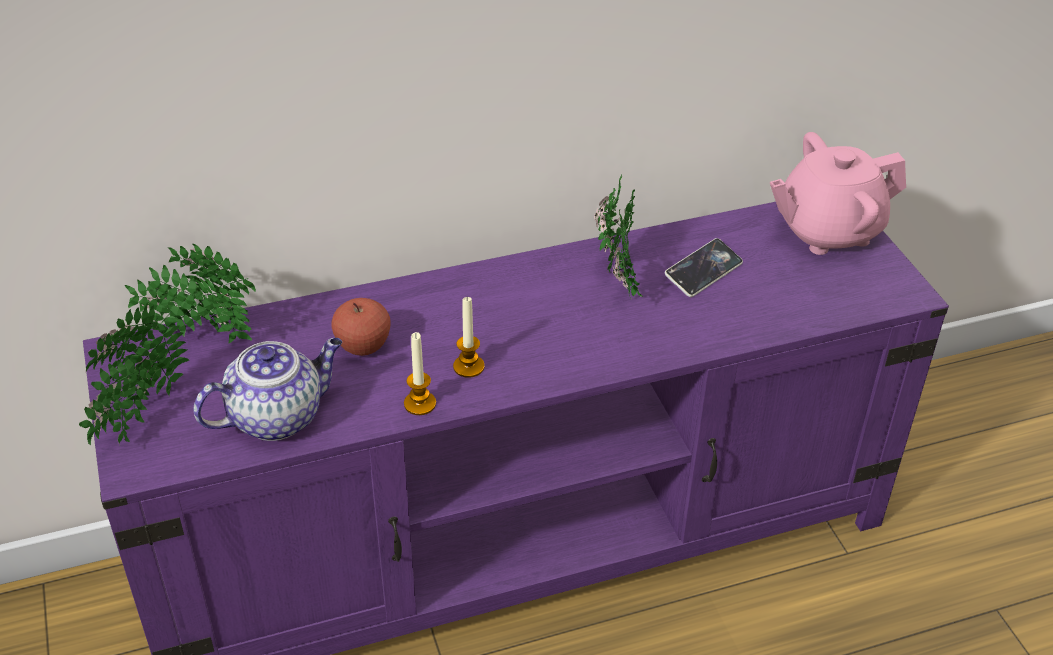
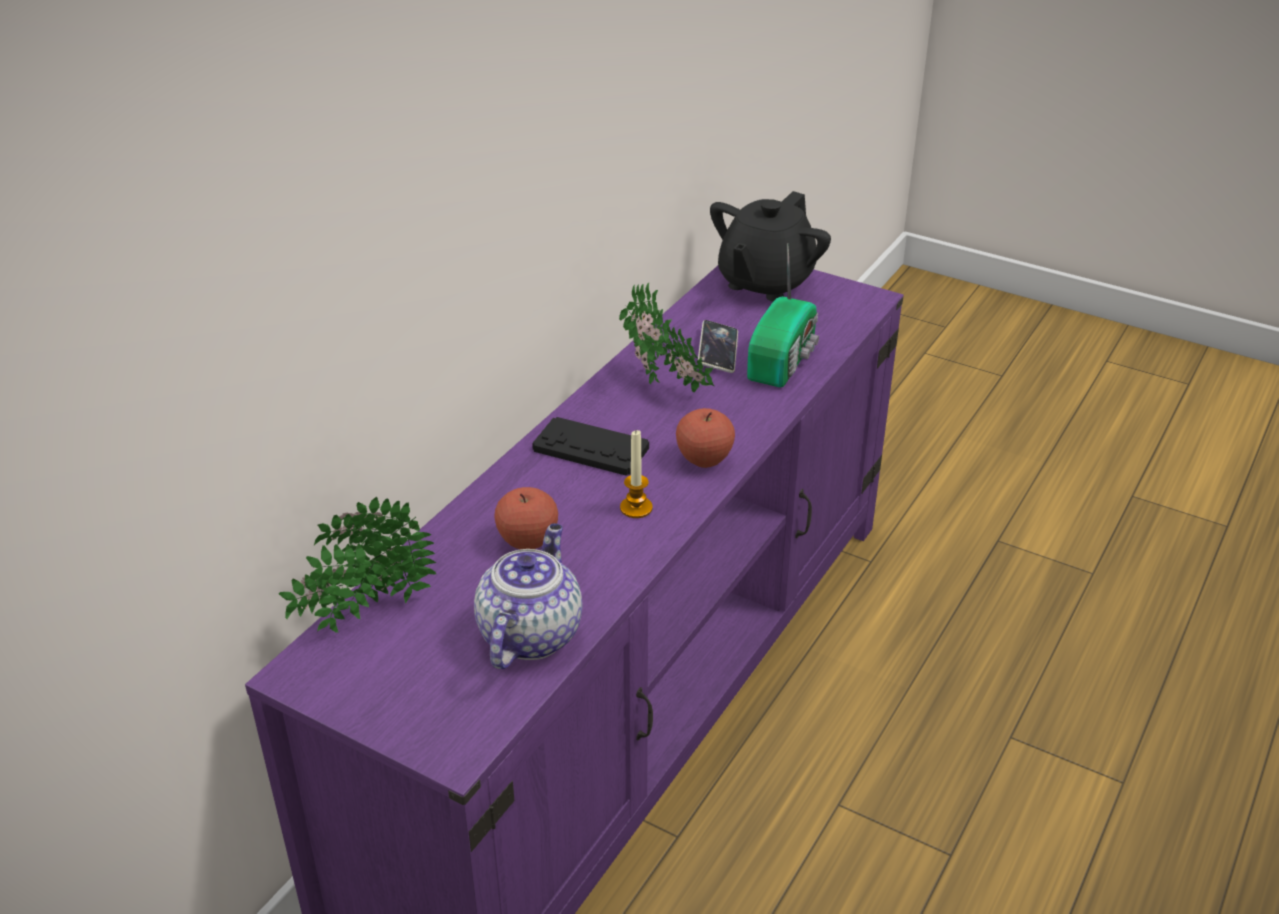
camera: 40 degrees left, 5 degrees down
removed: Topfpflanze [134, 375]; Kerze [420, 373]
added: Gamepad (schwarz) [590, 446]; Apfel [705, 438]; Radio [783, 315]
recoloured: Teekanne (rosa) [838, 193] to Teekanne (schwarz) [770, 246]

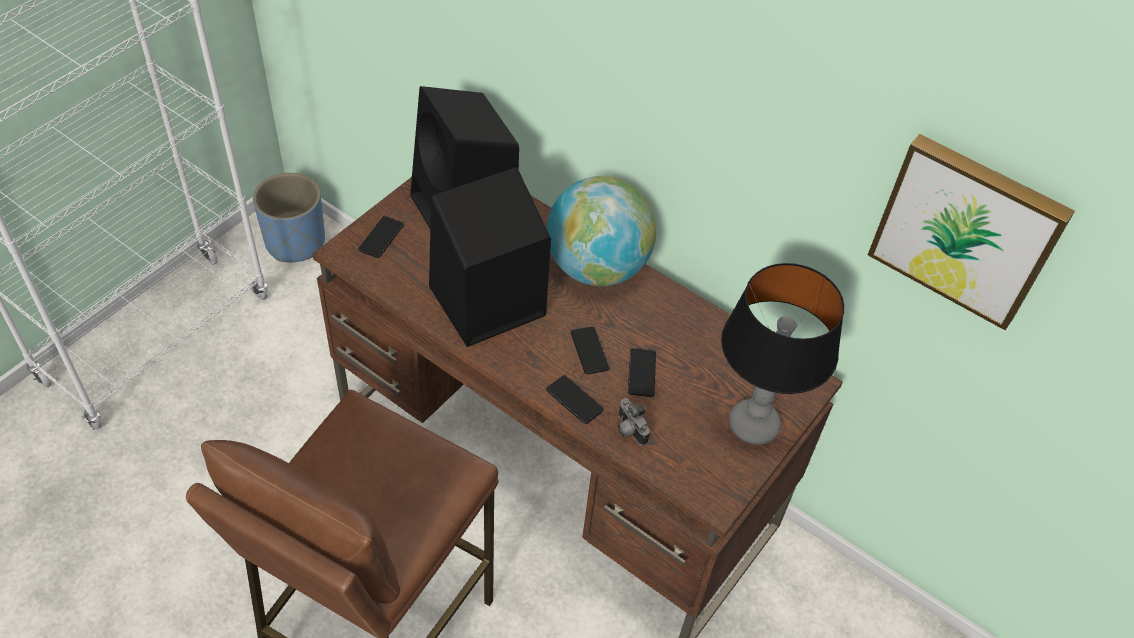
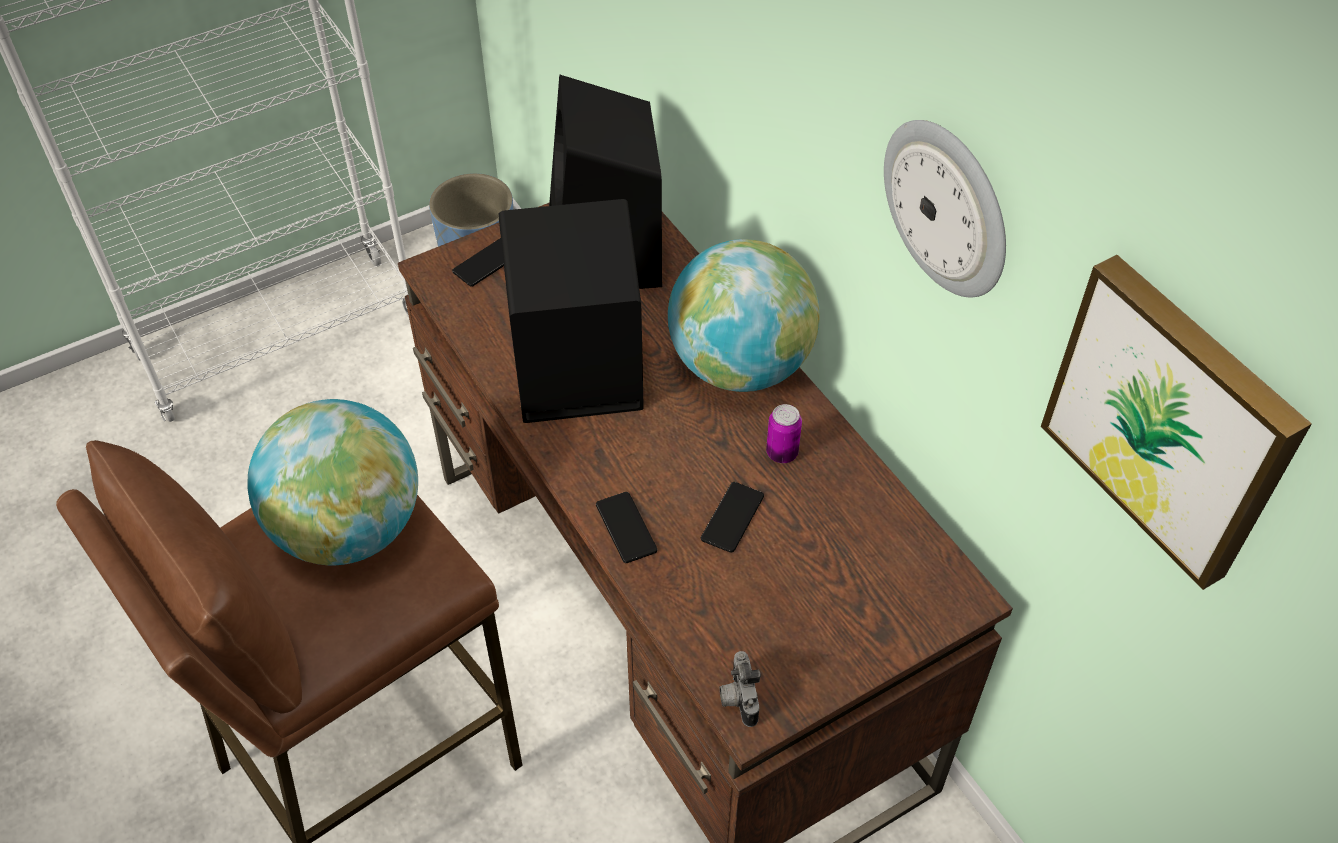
camera: 25 degrees right, 0 degrees up
removed: Handy [590, 350]; Tischlampe [782, 354]
added: Globus [333, 482]; Dose [784, 433]; Wanduhr [945, 208]
moved: Kamera [633, 421] to [740, 689]

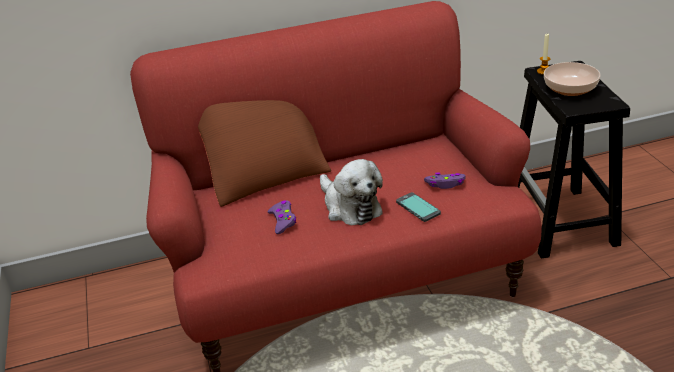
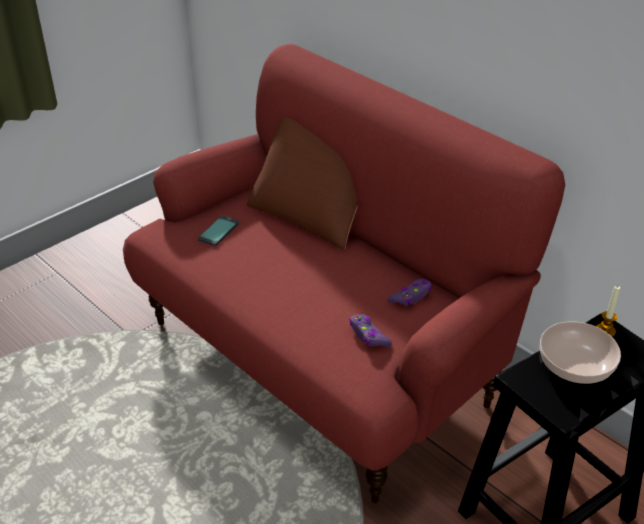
camera: 60 degrees right, 5 degrees up
removed: Plüschtier [351, 192]
moved: Gamepad (lila) [282, 217] to [410, 292]; Handy [418, 207] to [218, 230]

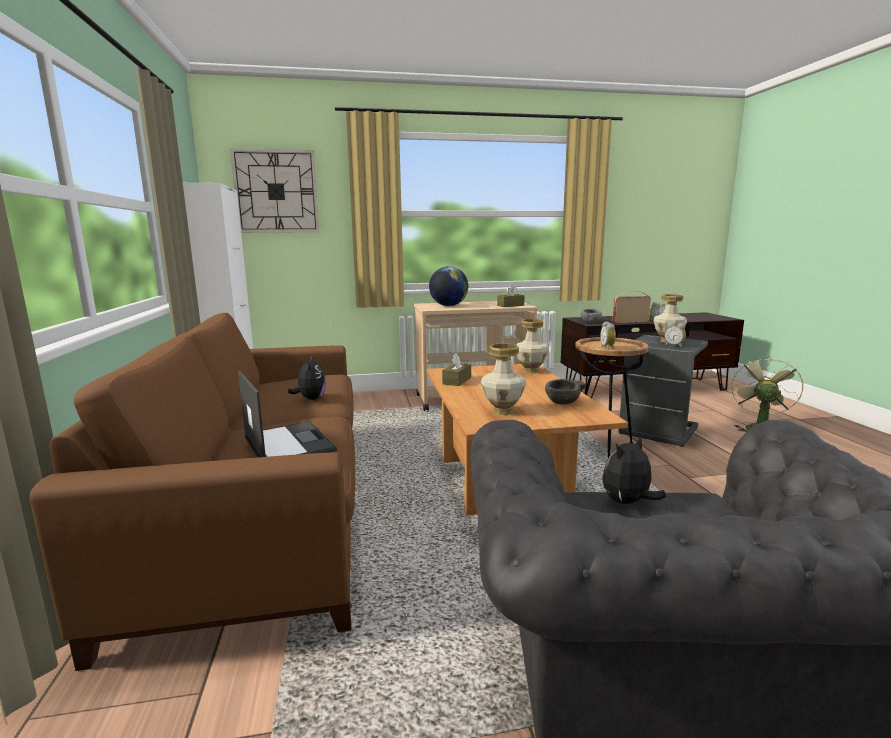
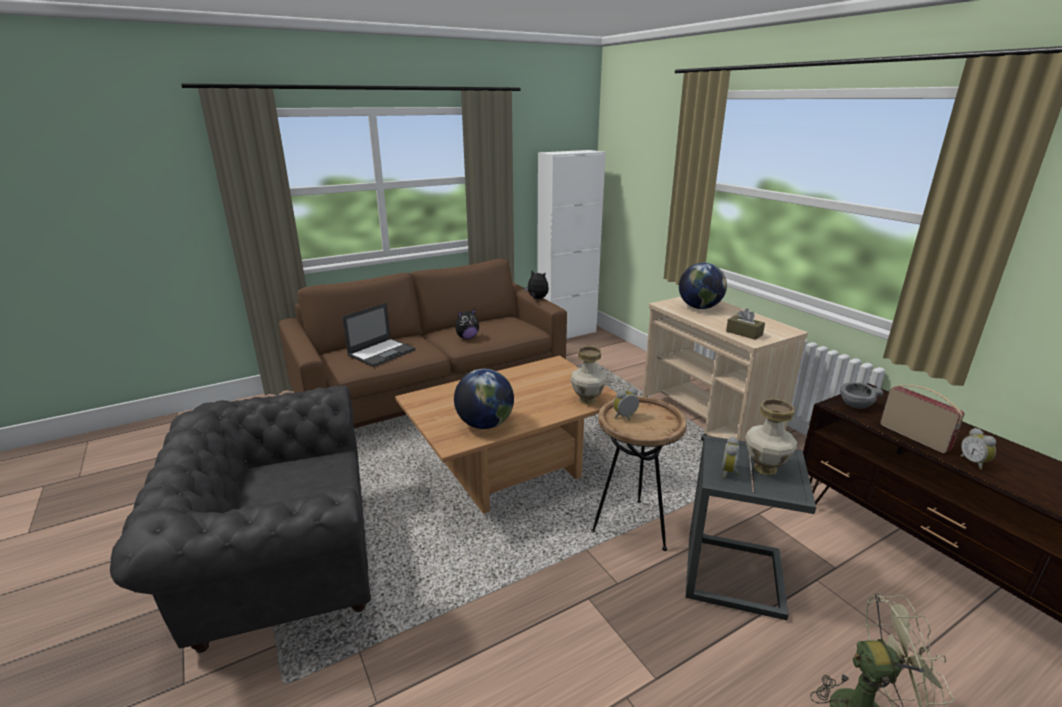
camera: 70 degrees right, 10 degrees up
removed: Wanduhr [274, 190]; Taschentuchbox (braun) [456, 369]; Vase [503, 379]
moved: Plüschtier [634, 469] to [536, 285]
replaced: Schüssel (grau) [565, 392] to Globus [484, 399]

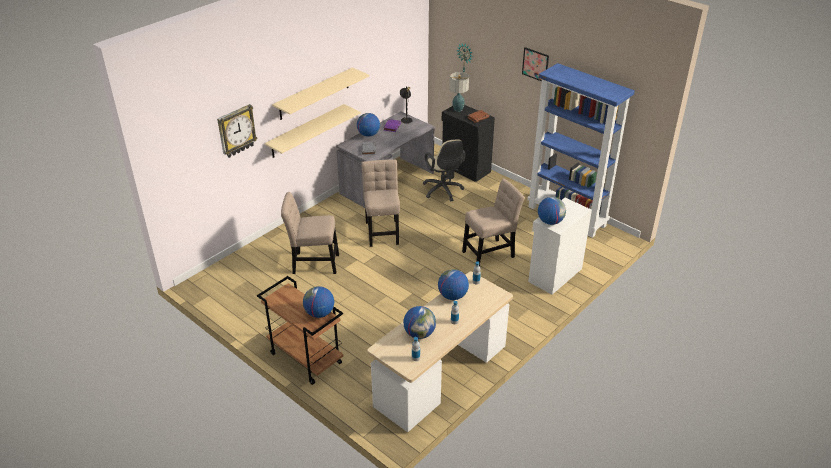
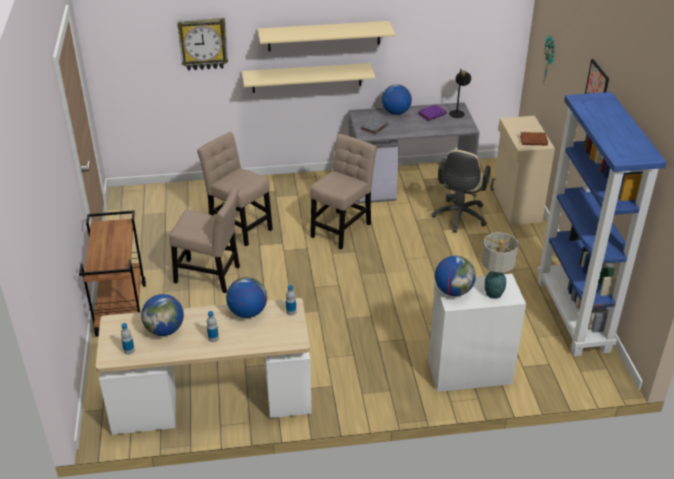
camera: 40 degrees right, 0 degrees up
removed: Globus [318, 302]
moved: Tischlampe [459, 92] to [499, 265]; Stuhl (beige) [493, 222] to [204, 240]
recoloured: Schrank (schwarz) [468, 143] to Schrank (beige) [522, 170]

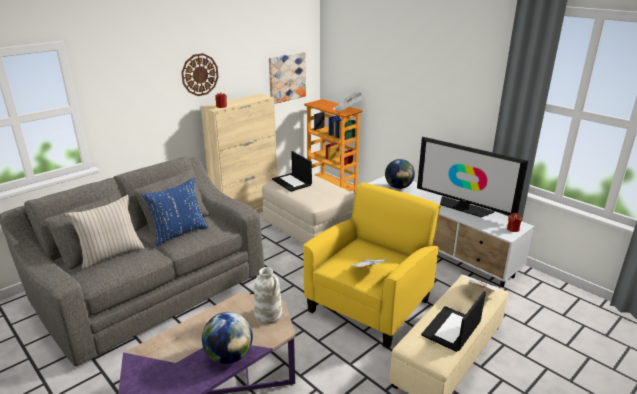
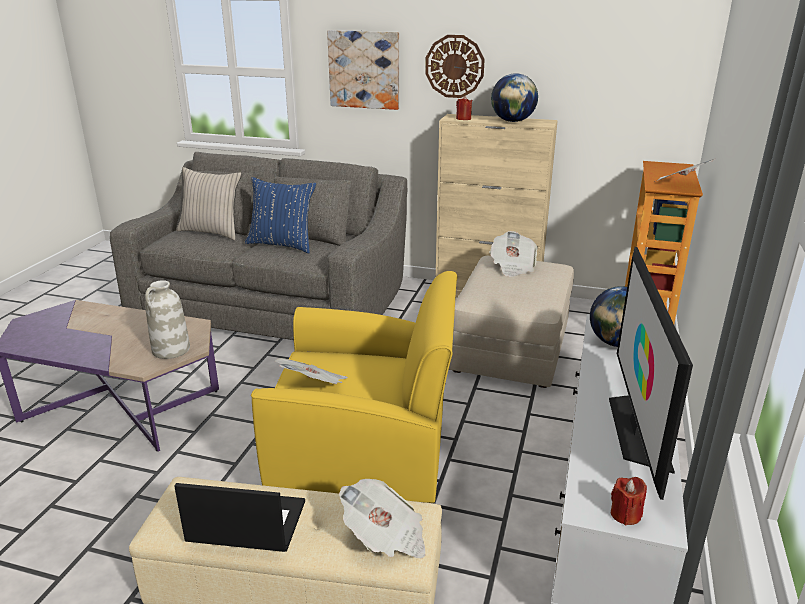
camera: 60 degrees right, 0 degrees up
moved: Globus [227, 338] to [514, 97]; Bild [287, 78] to [363, 70]
replaced: Laptop [292, 171] to Zeitung [513, 254]

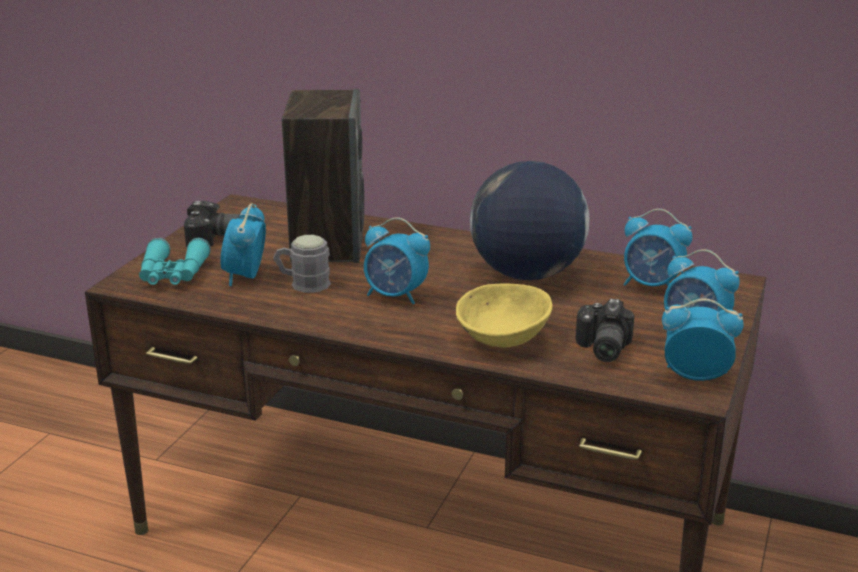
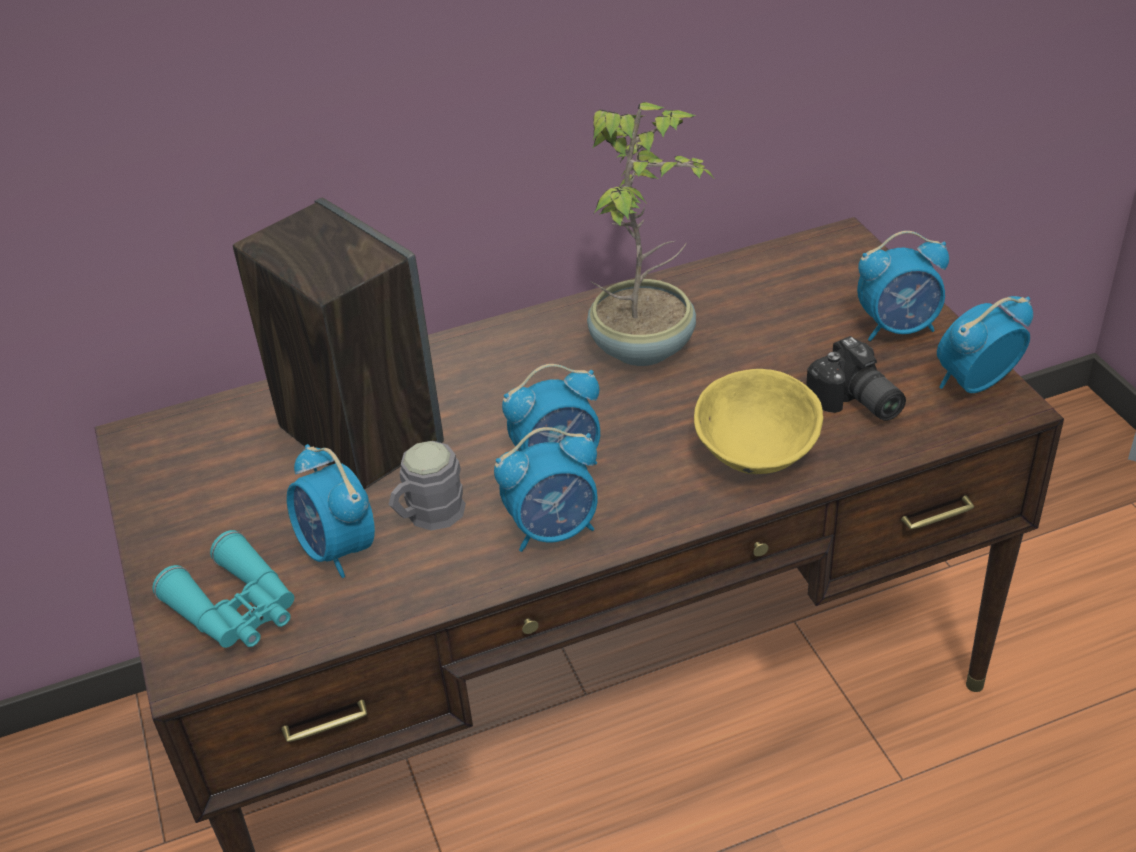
camera: 40 degrees left, 15 degrees up
removed: Kamera [212, 224]
moved: Wecker [657, 247] to [545, 489]
replaced: Globus [529, 220] to Topfpflanze [650, 234]

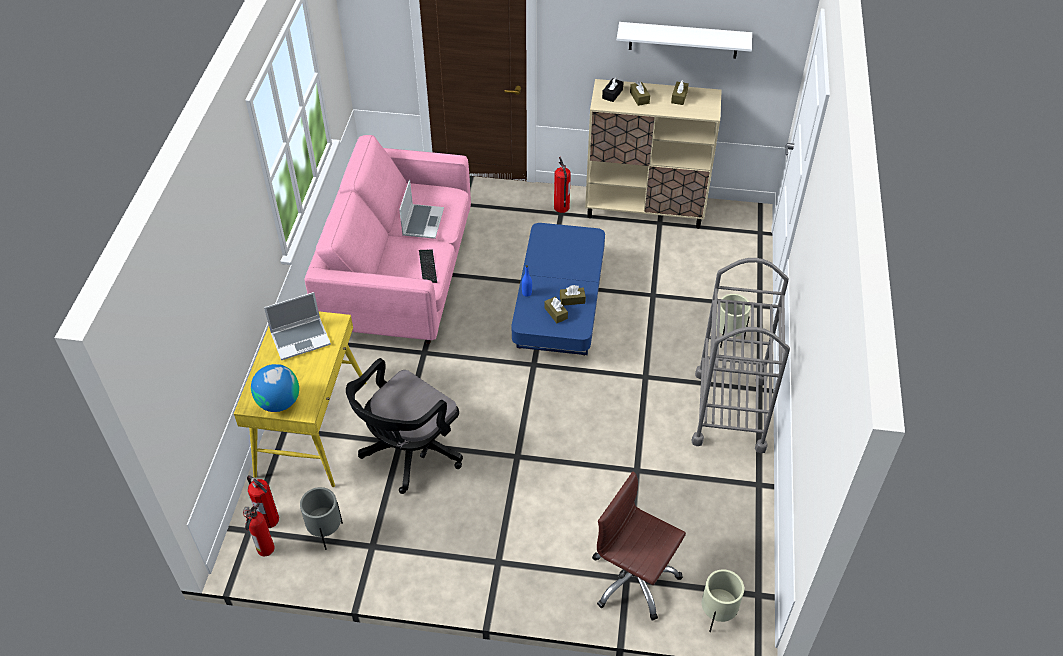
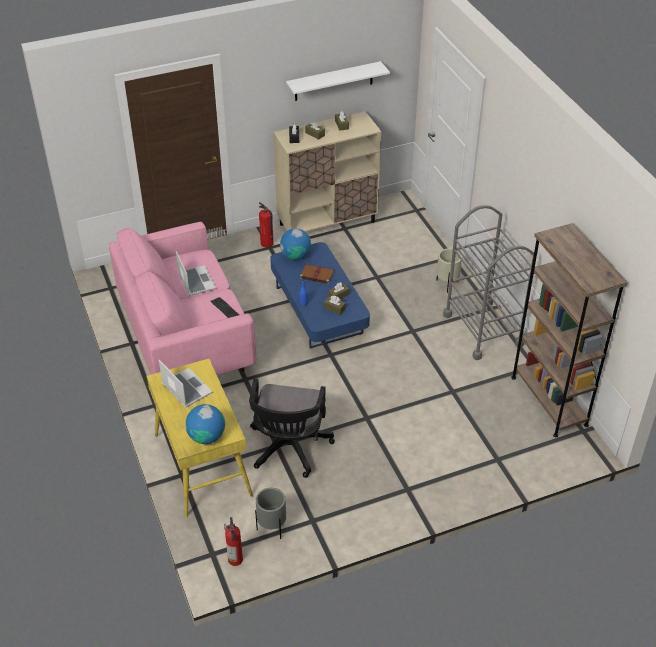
camera: 30 degrees left, 5 degrees down
removed: Feuerlöscher [263, 501]; Bürostuhl (braun) [639, 546]; Pflanzkübel (beige) [723, 600]
added: Globus [295, 244]; Buch (braun) [317, 274]; Bücherregal (braun) [569, 330]
turned: Laptop [297, 326] = [186, 384] 75 degrees counterclockwise

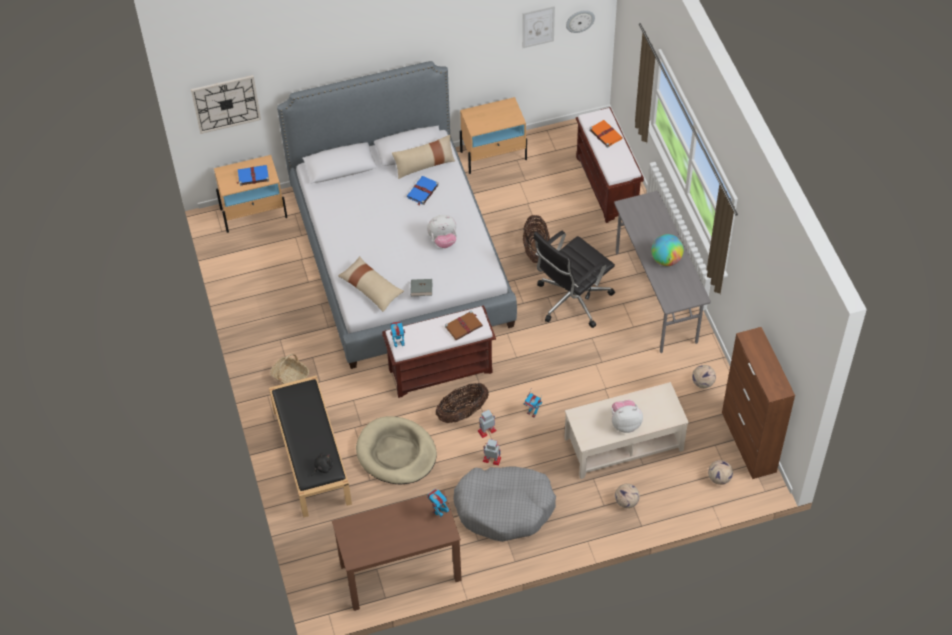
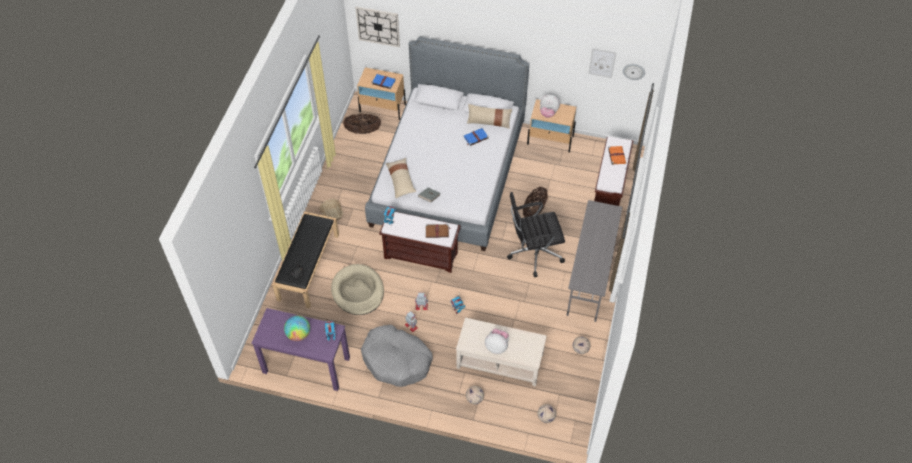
camera: 30 degrees right, 0 degrees up
removed: Schrank (braun) [758, 403]
moved: Plüschtier [442, 231] to [550, 106]; Korb [462, 403] to [362, 124]; Globus [667, 250] to [297, 328]
recoloured: Schreibtisch (braun) [397, 550] to Schreibtisch (lila) [300, 349]

